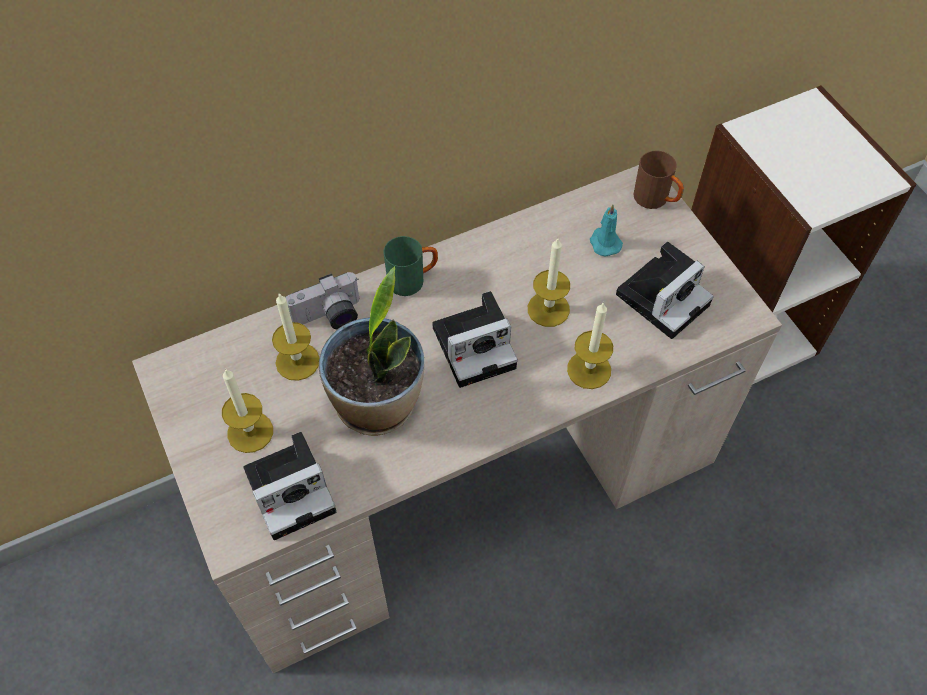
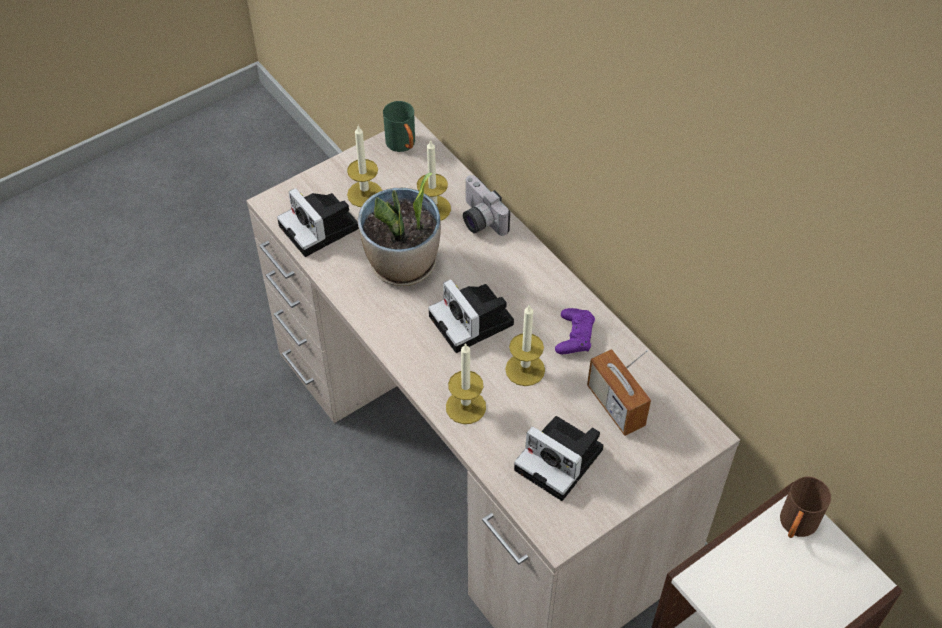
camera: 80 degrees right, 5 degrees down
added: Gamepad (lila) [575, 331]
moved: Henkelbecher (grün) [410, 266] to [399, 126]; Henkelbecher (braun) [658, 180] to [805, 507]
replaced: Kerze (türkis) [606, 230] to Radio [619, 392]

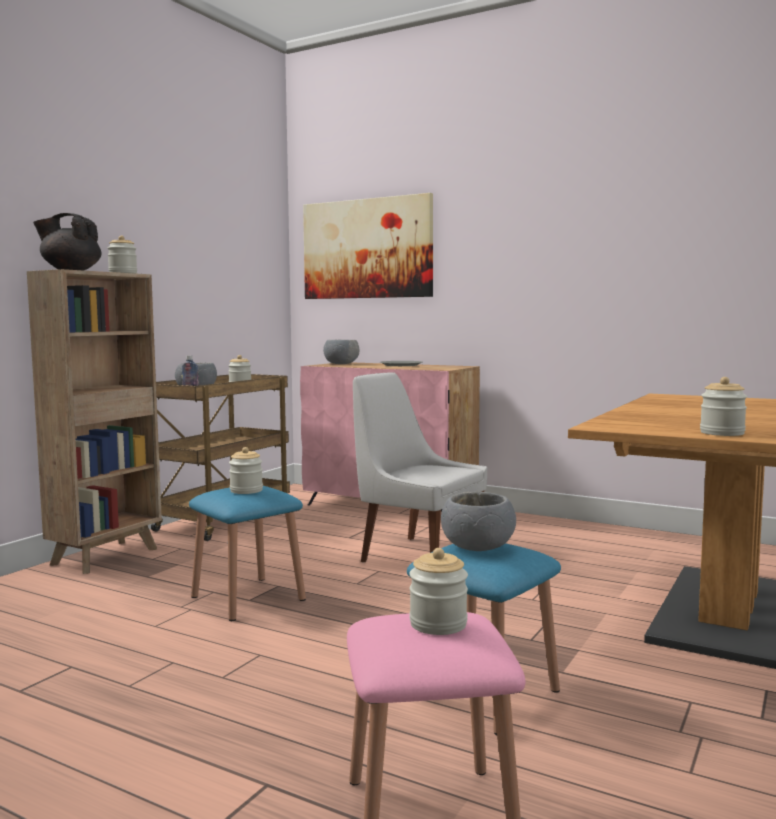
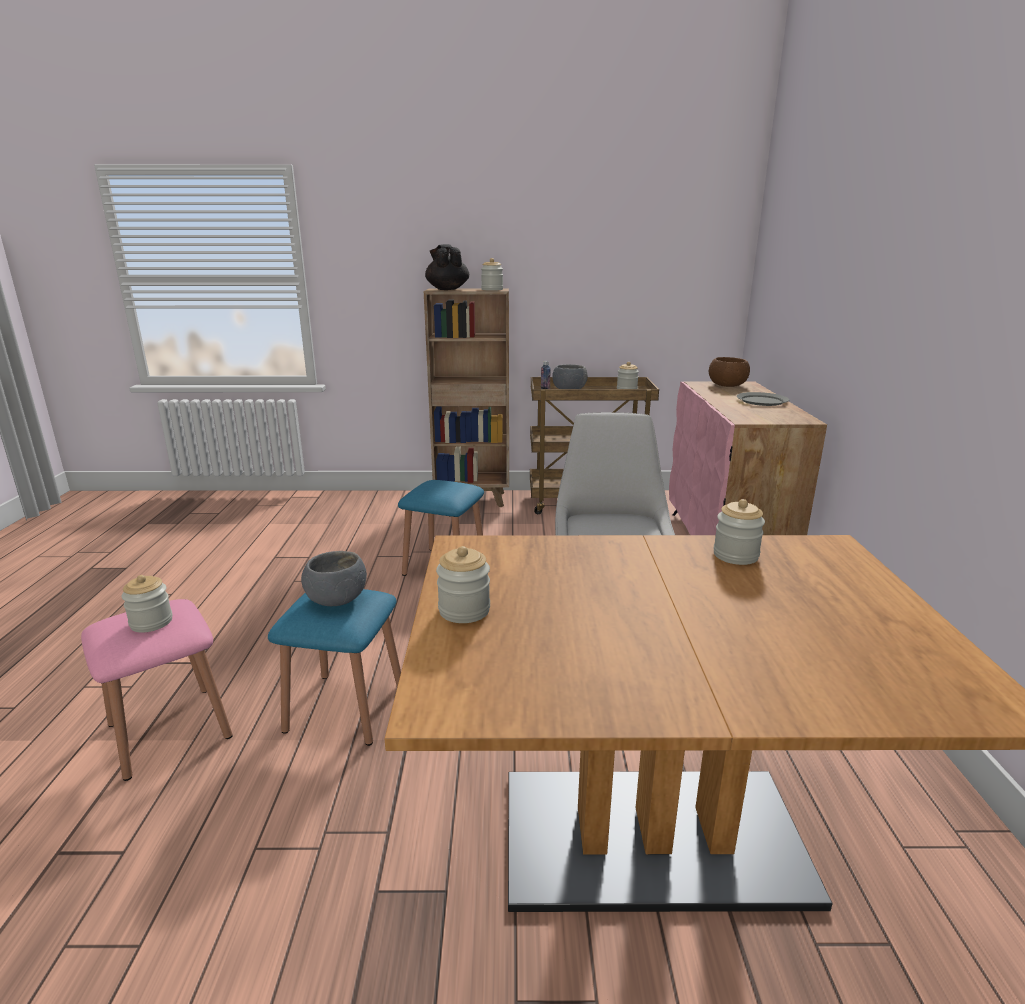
camera: 60 degrees right, 15 degrees up
removed: Bild [368, 246]
moved: Vorratsglas [246, 470] to [739, 532]
recoloured: Schüssel (grau) [341, 352] to Schüssel (braun) [729, 372]

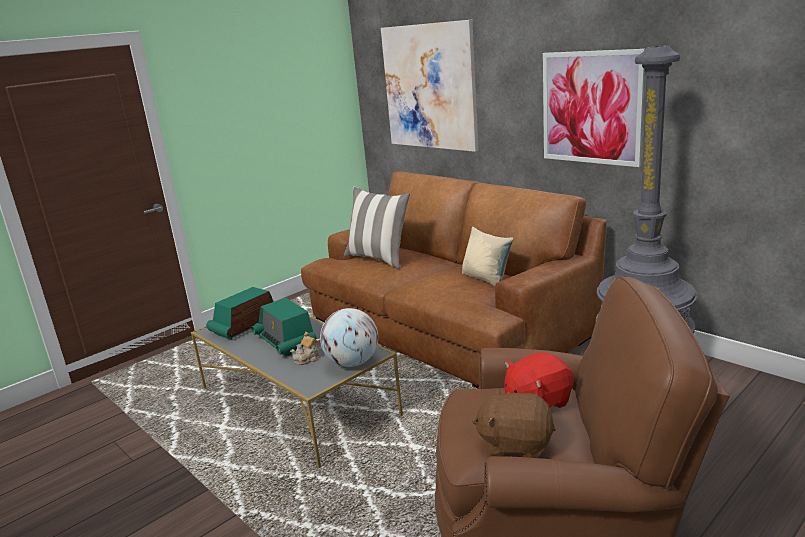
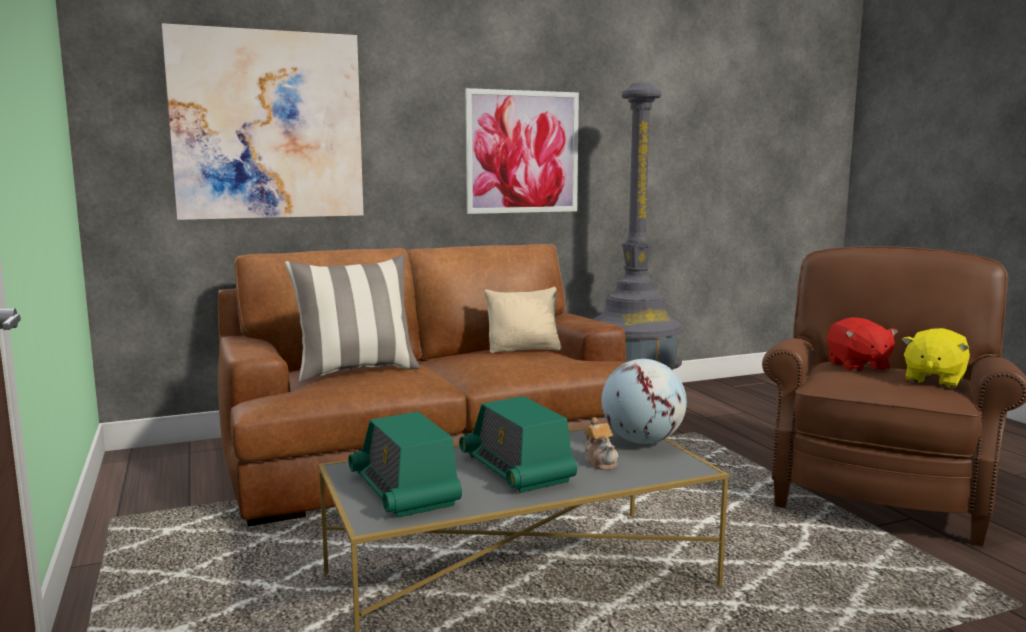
camera: 70 degrees left, 10 degrees down
recoloured: Plüschtier (braun) [513, 423] to Plüschtier (gelb) [936, 358]
turned: Radio [284, 327] = [518, 444] 75 degrees clockwise

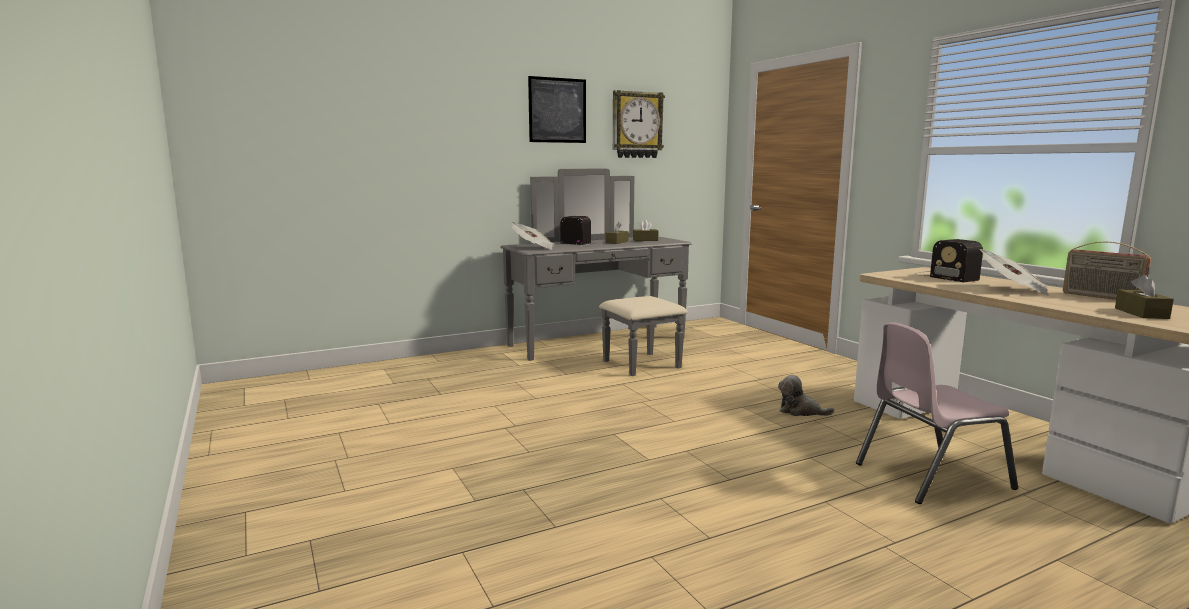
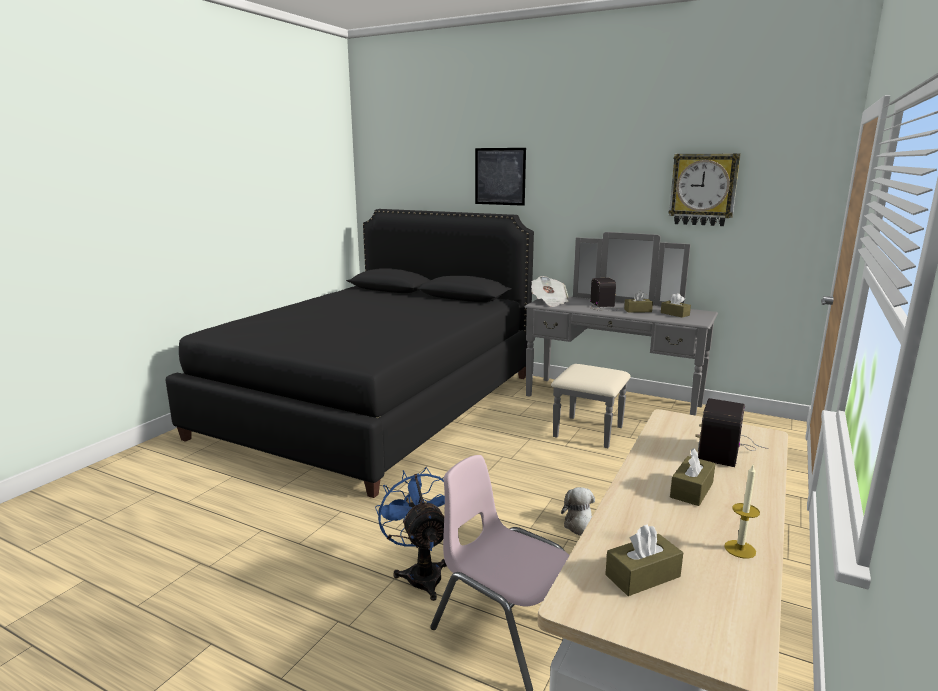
camera: 55 degrees right, 5 degrees up
added: Bett (schwarz) [349, 353]; Ventilator (blau) [411, 534]
moved: Bild [557, 109] to [500, 177]
replaced: Zeitung [1015, 272] to Taschentuchbox (braun) [692, 477]; Radio [1107, 271] to Kerze [742, 512]

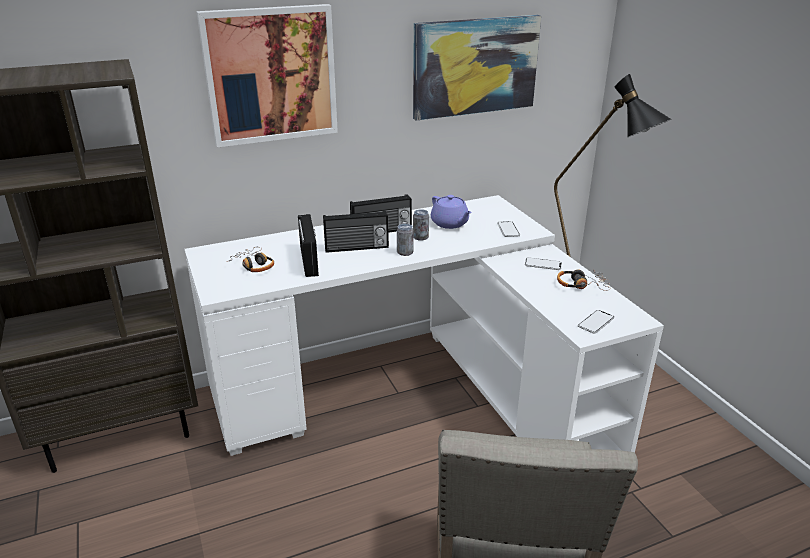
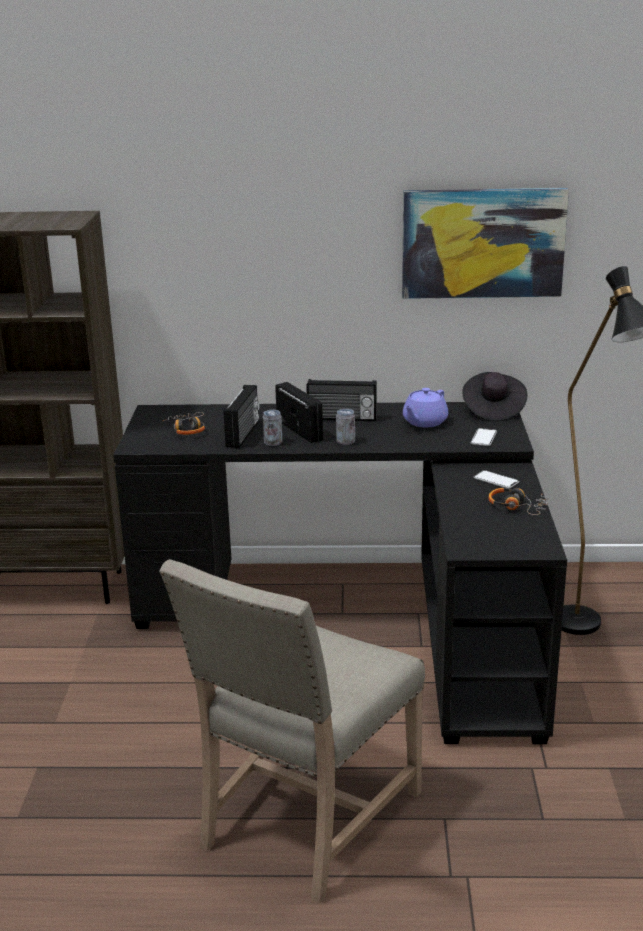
camera: 25 degrees right, 5 degrees down
removed: Bild [267, 75]; Handy [596, 322]
added: Hut (schwarz) [494, 396]
moved: Dose [421, 225] to [272, 428]
recoloured: Schreibtisch (weiß) [424, 325] to Schreibtisch (schwarz) [340, 573]
turned: Radio [356, 232] = [299, 412] 135 degrees counterclockwise; Teekanne (lila) [451, 212] = [425, 407] 45 degrees clockwise

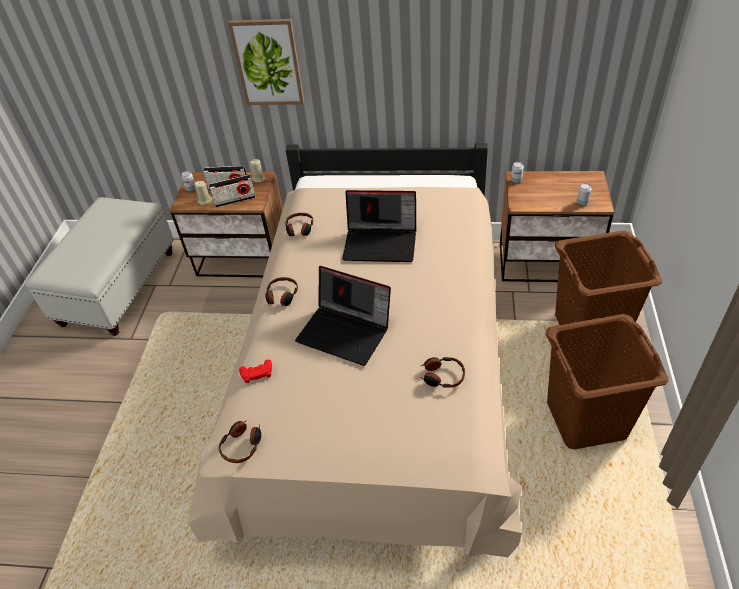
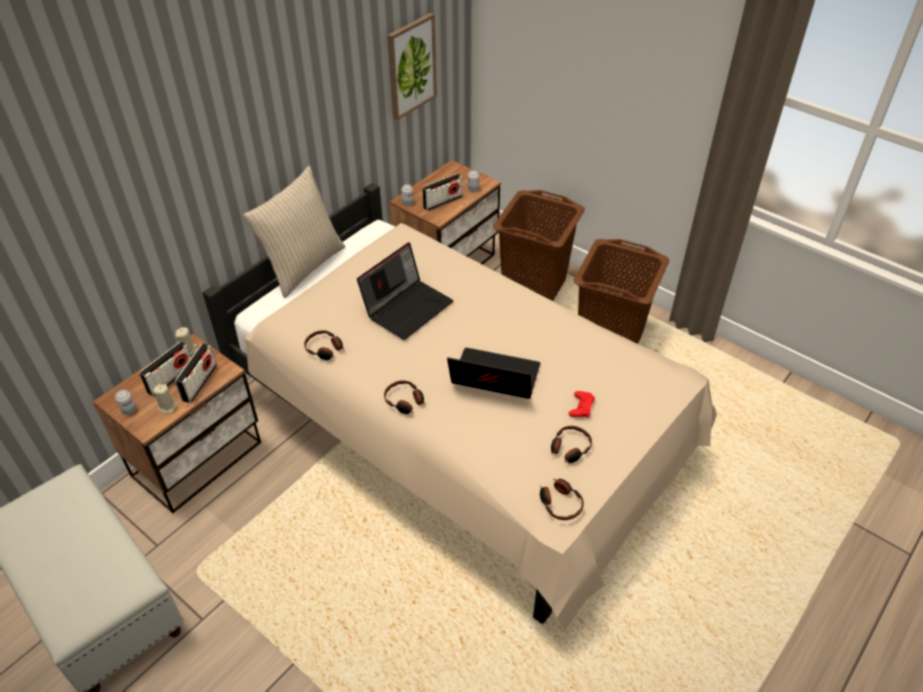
camera: 60 degrees left, 0 degrees up
added: Kissen (beige) [294, 232]; Radio [442, 192]
moved: Bild [266, 62] to [412, 66]; Gamepad (rot) [255, 371] to [582, 404]; Kopfhörer [442, 372] to [571, 444]
turned: Laptop [343, 316] = [493, 373] 135 degrees counterclockwise

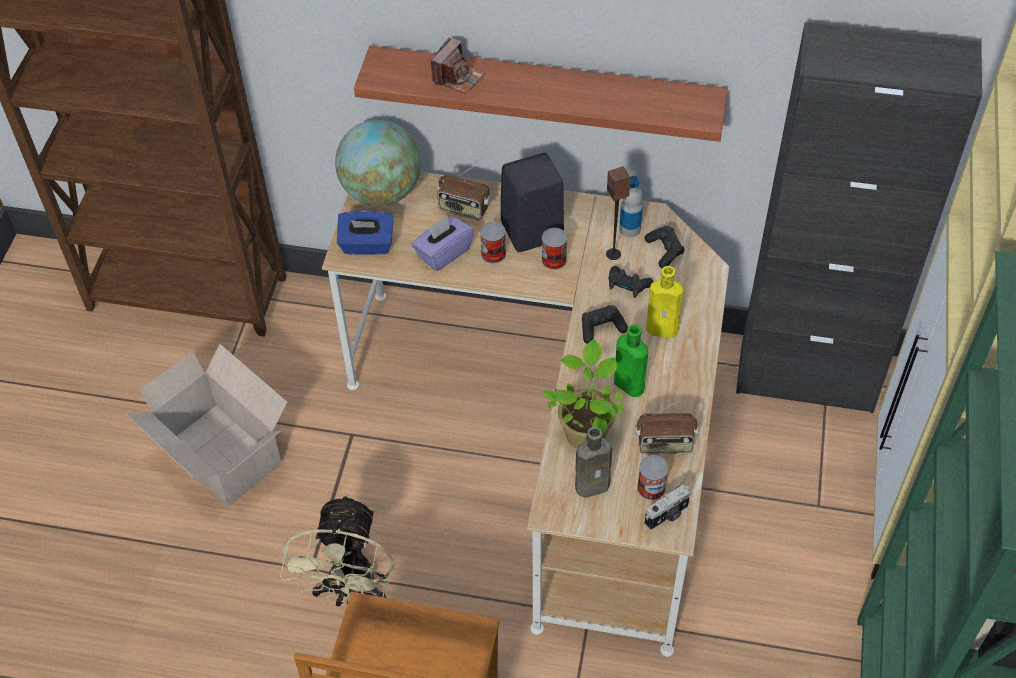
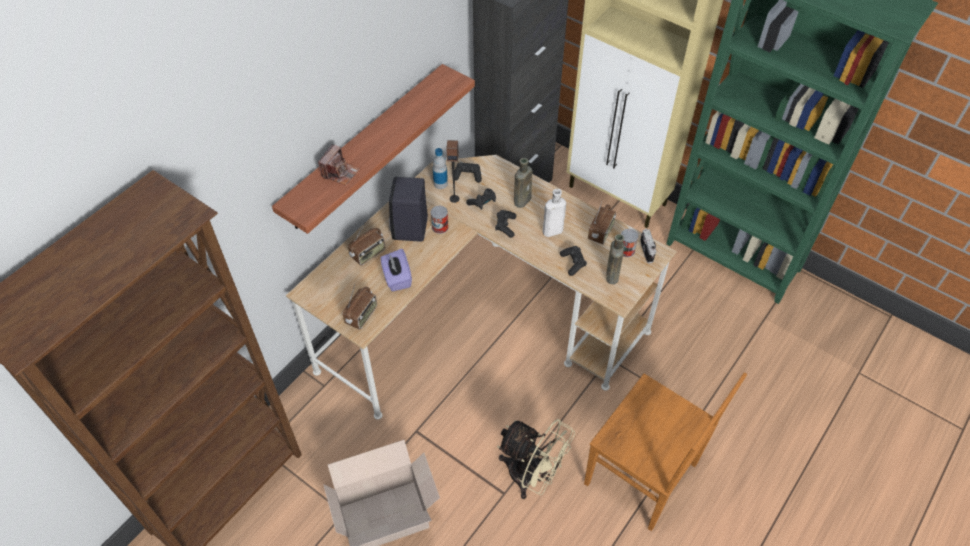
camera: 65 degrees left, 0 degrees up
removed: Globus [378, 163]; Dose [493, 242]
replaced: Taschentuchbox (blau) [365, 233] to Radio [359, 307]; Topfpflanze [584, 394] to Gamepad (schwarz) [573, 261]
recoloured: Flasche (grün) [631, 360] to Flasche (weiß) [554, 213]; Flasche (gelb) [665, 302] to Flasche (braun) [523, 183]
turned: Kamera [458, 65] = [338, 165] 60 degrees clockwise

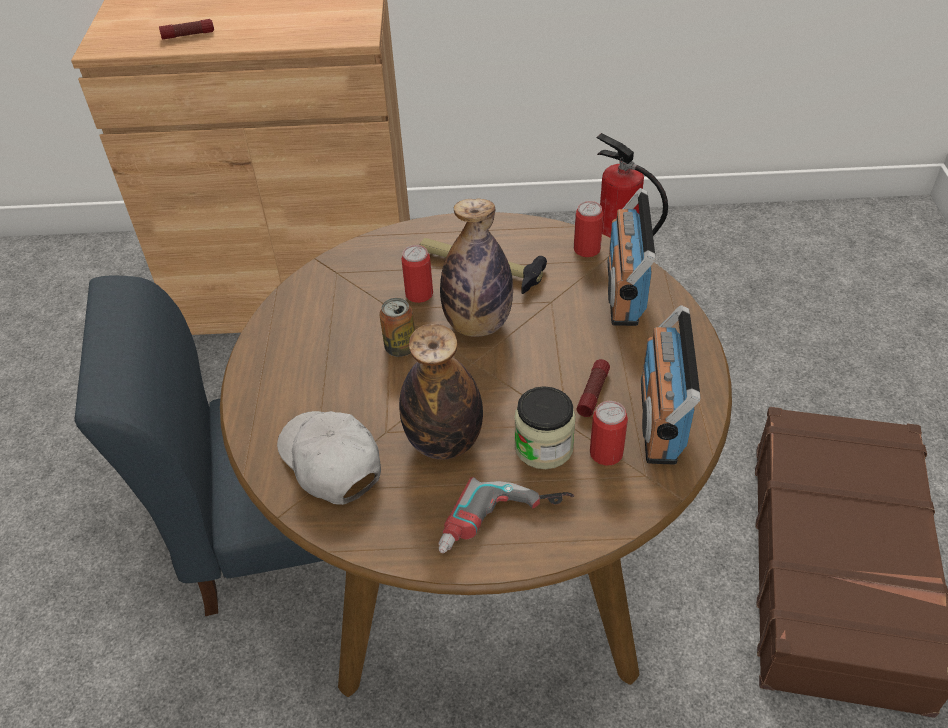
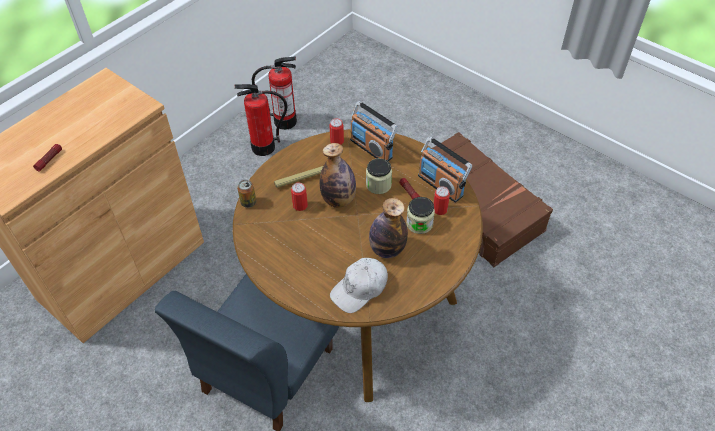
camera: 50 degrees left, 5 degrees up
removed: Bohrmaschine [506, 515]
added: Feuerlöscher [274, 93]; Vorratsglas [379, 176]
moved: Dose [397, 327] to [246, 194]
turned: Kappe (weiß) [329, 458] = [359, 285] 45 degrees counterclockwise

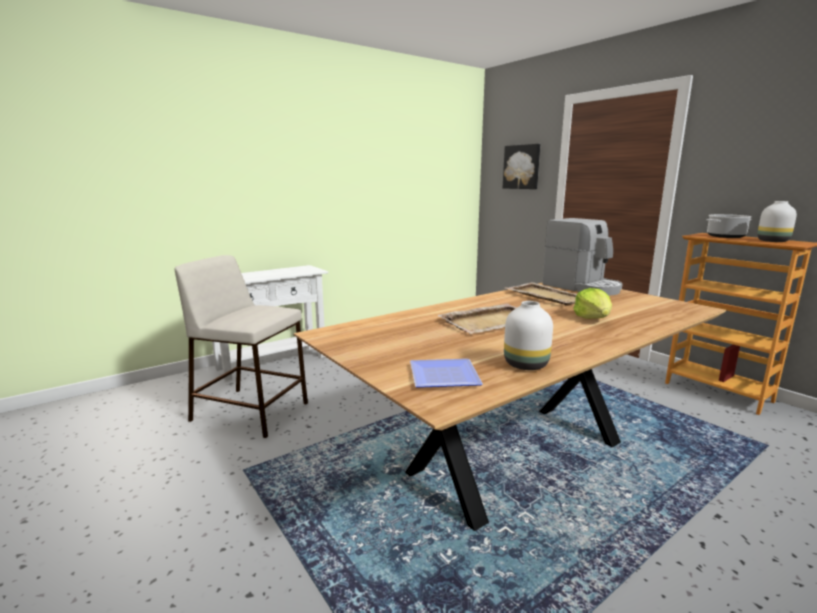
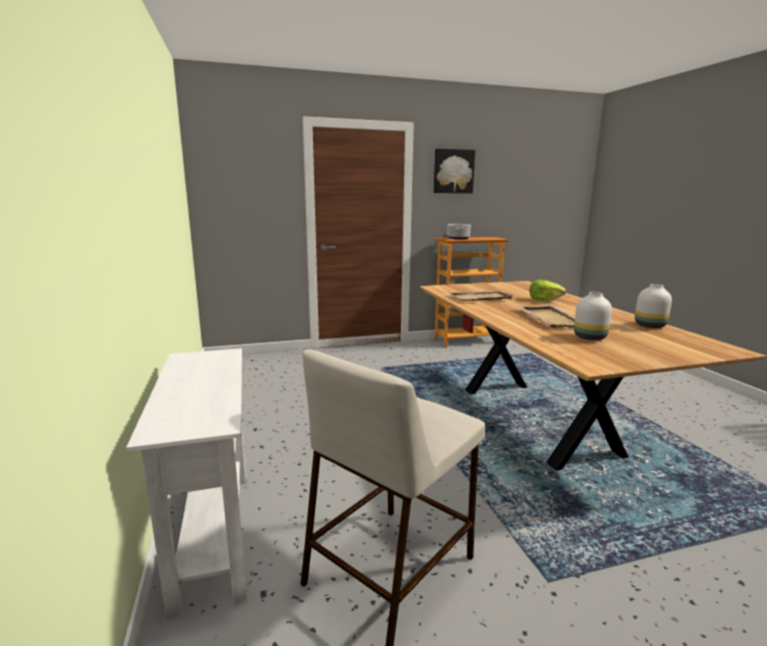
camera: 70 degrees left, 0 degrees up
removed: Teller [446, 373]; Kaffeemaschine [582, 257]
moved: Bild [521, 166] to [454, 170]; Vase (weiß) [777, 221] to [593, 316]

